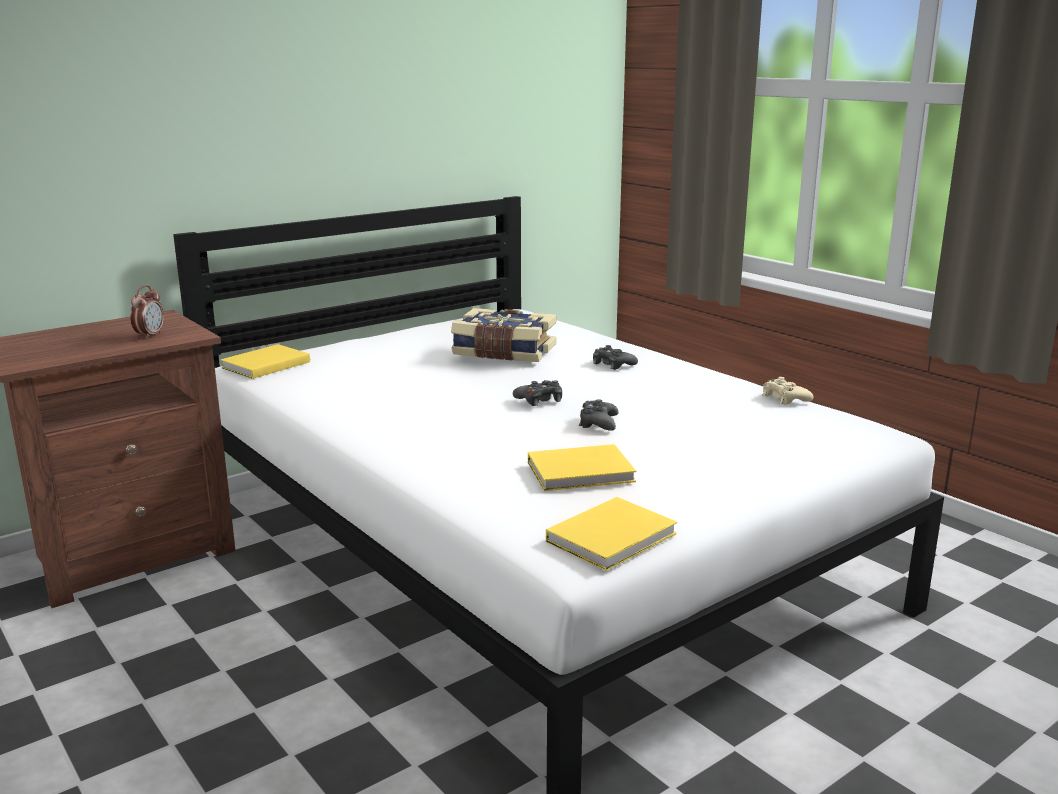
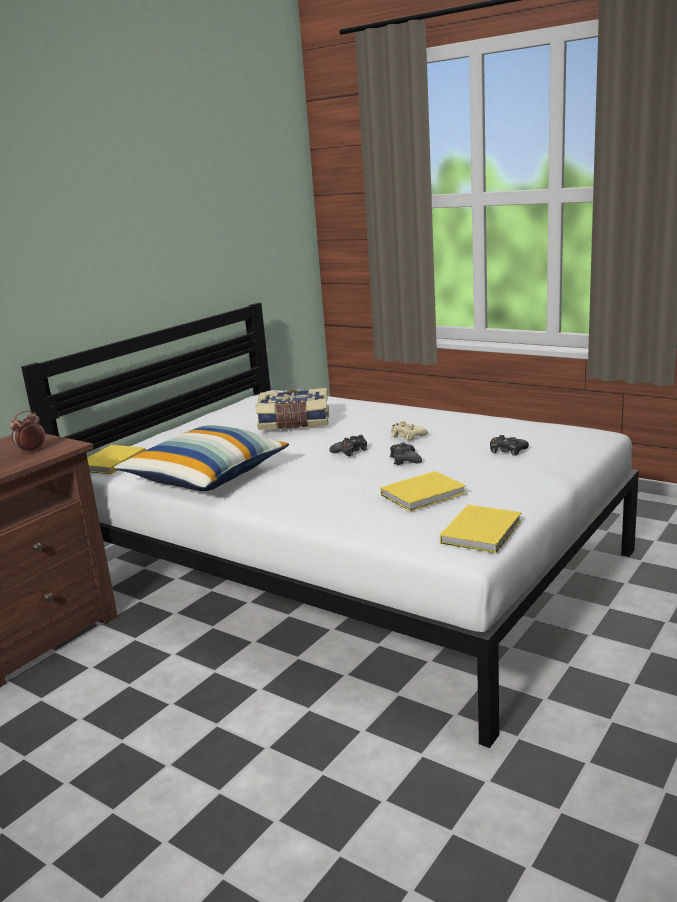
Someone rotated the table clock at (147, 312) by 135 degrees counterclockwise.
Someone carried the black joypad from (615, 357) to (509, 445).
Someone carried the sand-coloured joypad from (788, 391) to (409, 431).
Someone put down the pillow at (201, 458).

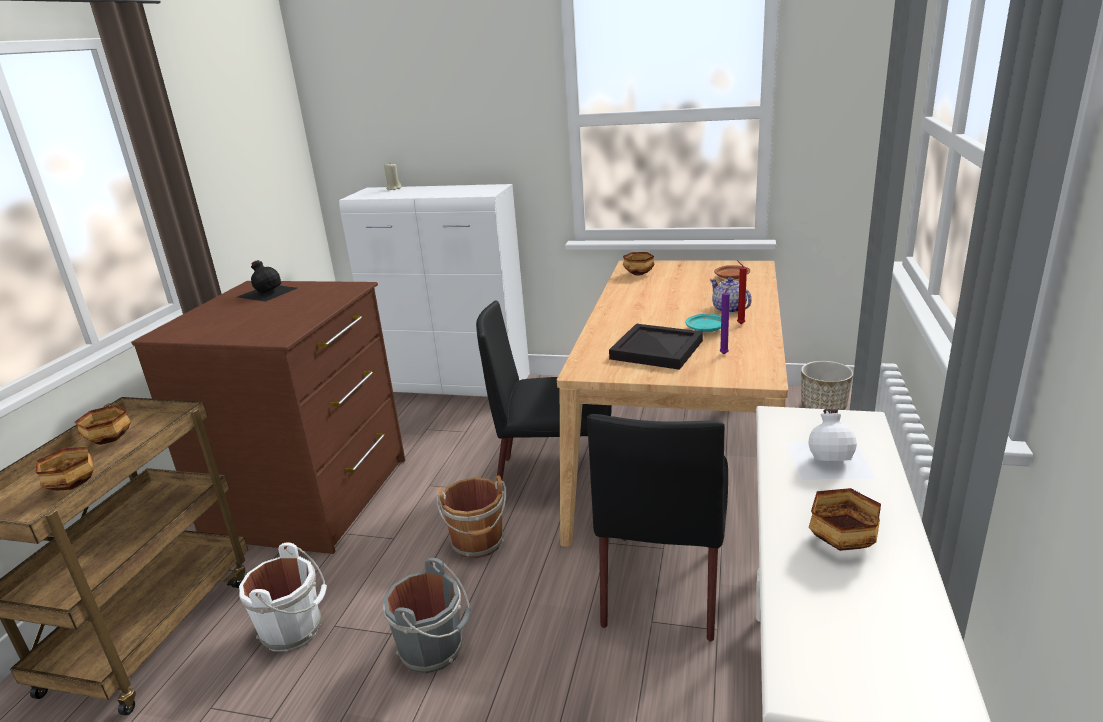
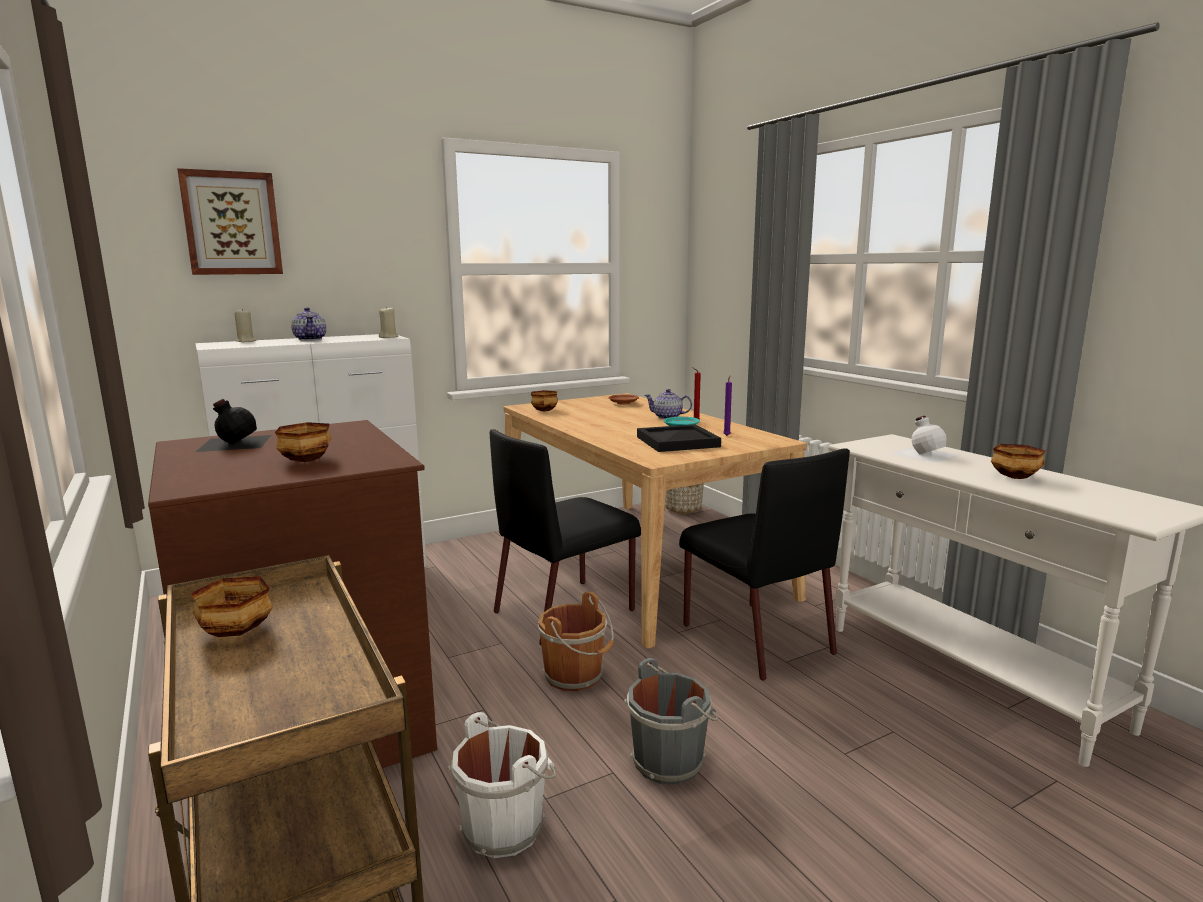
Someone carried the deep dish from (65, 468) to (303, 442).
Someone put up the picture at (230, 221).
Someone put down the pot for tea at (308, 323).
Someone put down the sand-coloured candle at (388, 322).

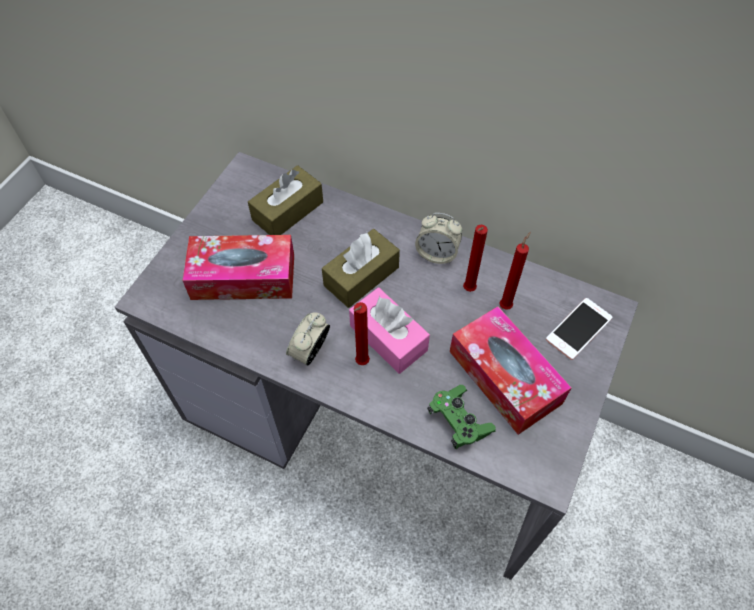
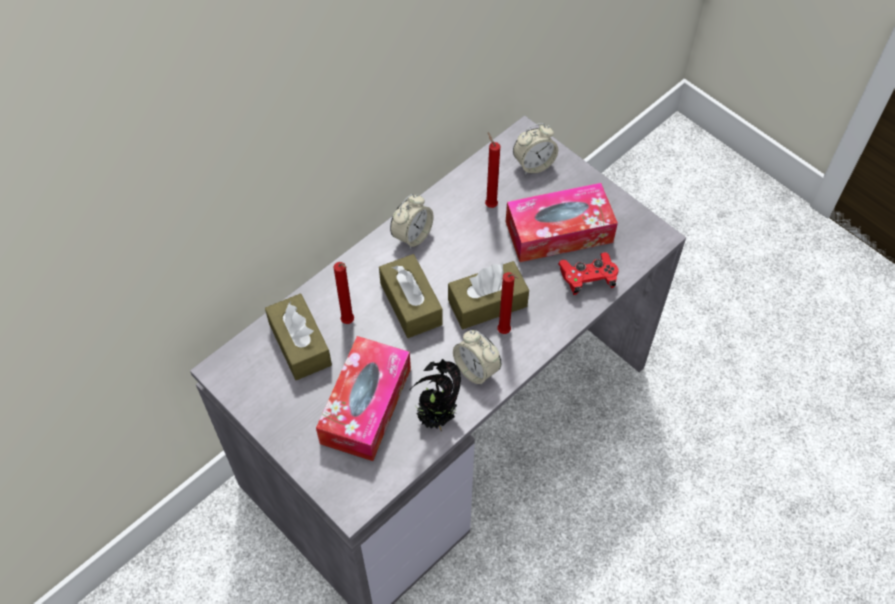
Someone repainted the pink-coloured tissue box at (389, 330), which became the brown-coloured tissue box at (488, 295).
Someone repainted the green joypad at (461, 417), which became the red-coloured joypad at (588, 273).
Someone carried the red-coloured candle from (475, 258) to (344, 293).
Someone swapped the phone at (579, 329) for the table clock at (535, 148).
Someone put down the houseplant at (435, 395).

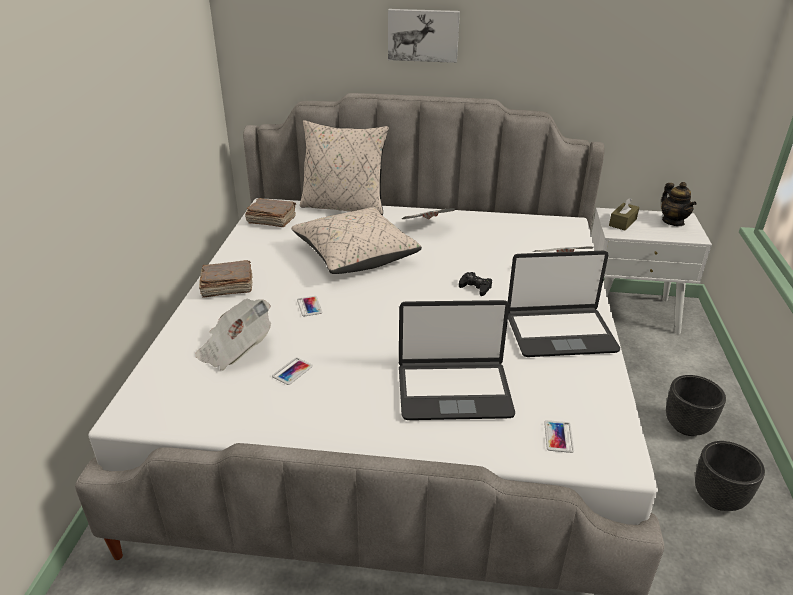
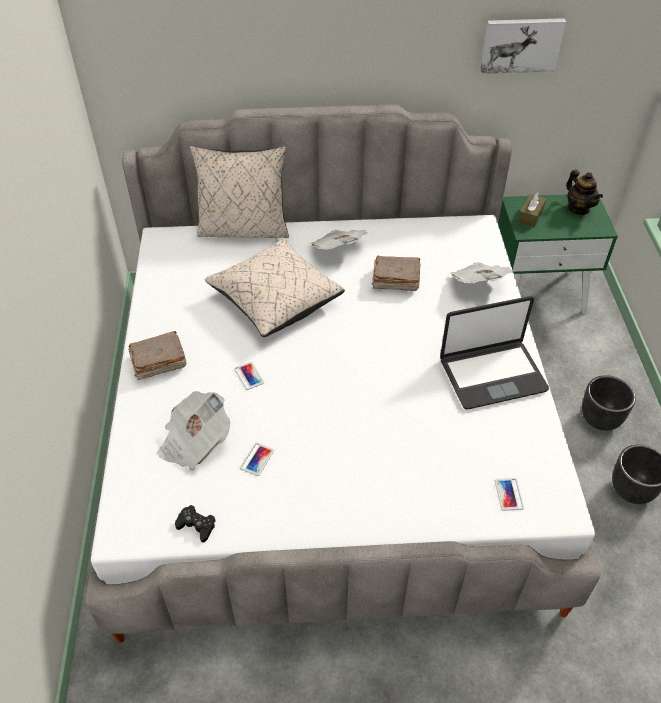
Someone carried the brown-coloured volume from (270, 212) to (396, 273).
Someone carried the picture from (424, 36) to (523, 46).
Someone took away the laptop at (457, 360).
Someone carried the black joypad from (475, 284) to (195, 523).
Someone repainted the white-coloured night table at (651, 271), which became the green night table at (558, 254).

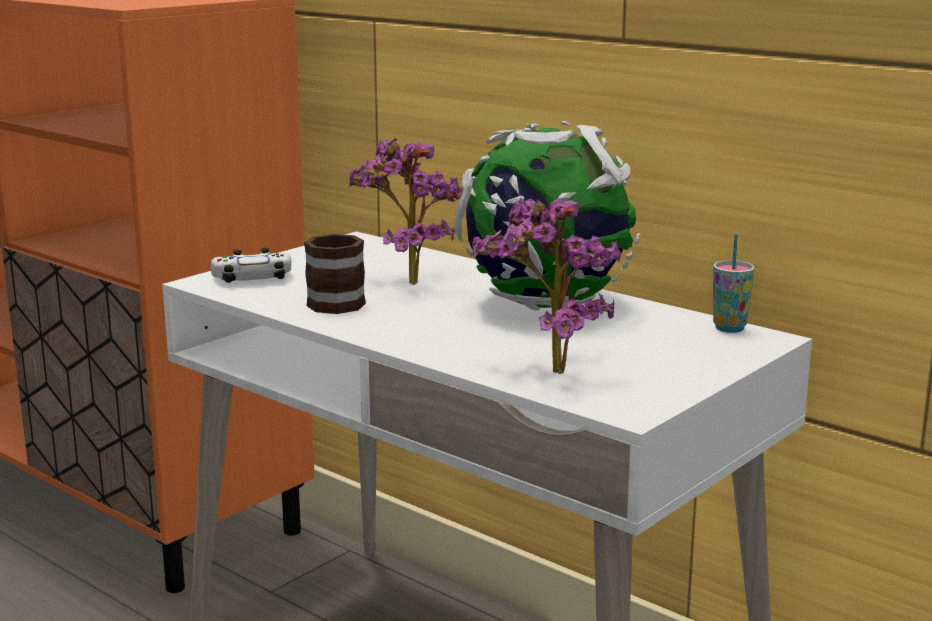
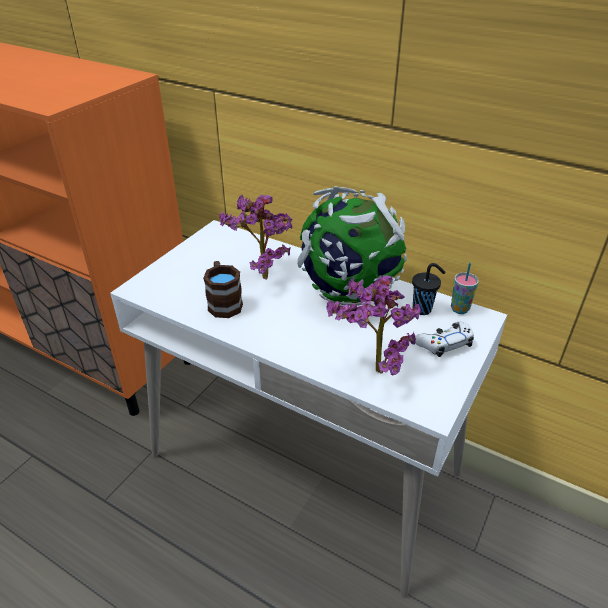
Someone carried the white-coloured joypad from (251, 265) to (444, 339).
Someone put down the black small cup at (429, 289).

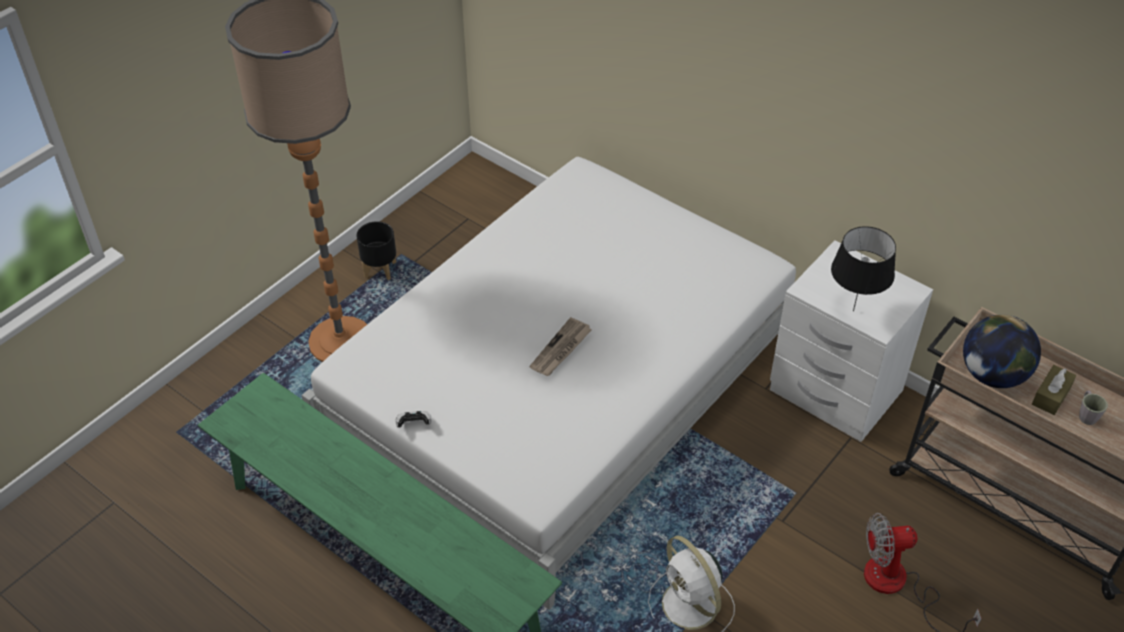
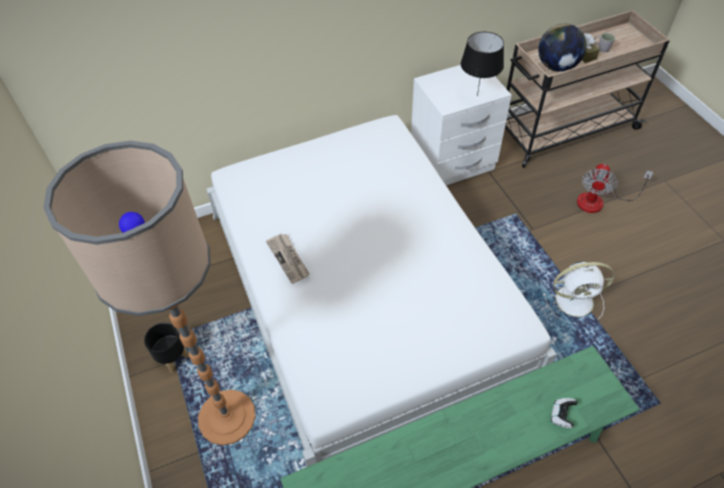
Someone carried the joypad from (413, 419) to (564, 413).
Someone carried the daily paper from (560, 346) to (288, 259).

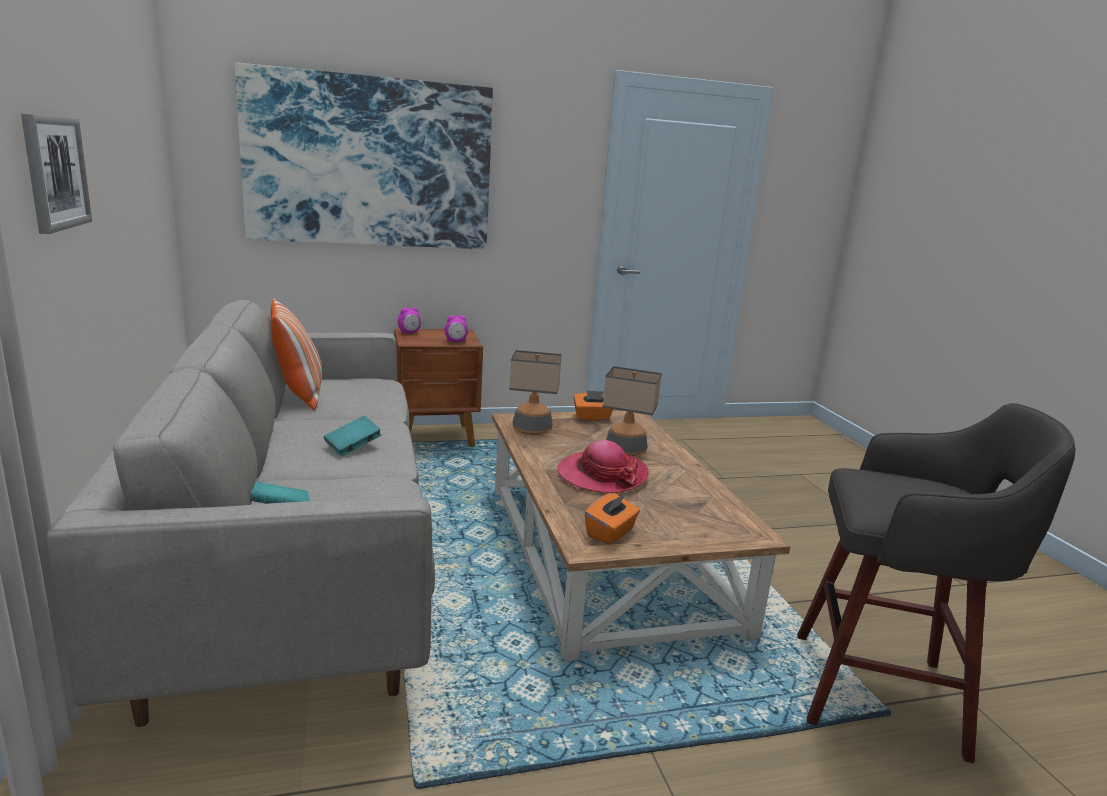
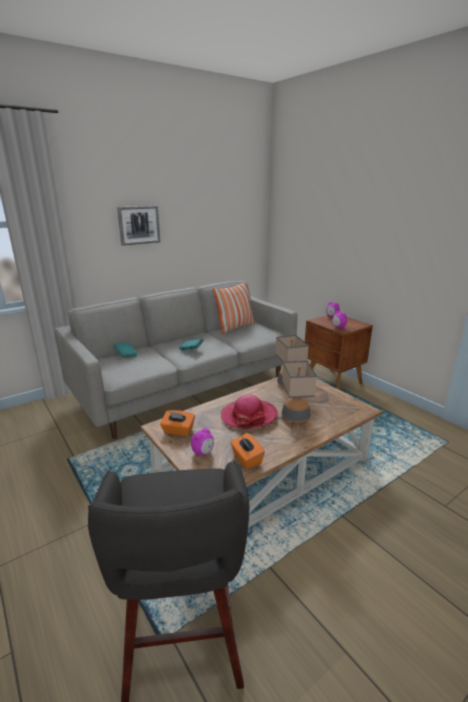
Someone took away the picture at (364, 155).
Someone carried the orange tissue box from (594, 405) to (247, 451).
Someone put down the table clock at (202, 442).

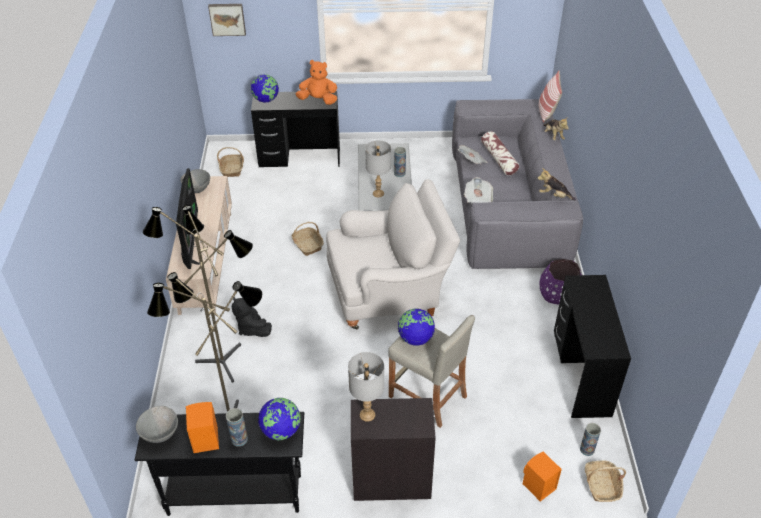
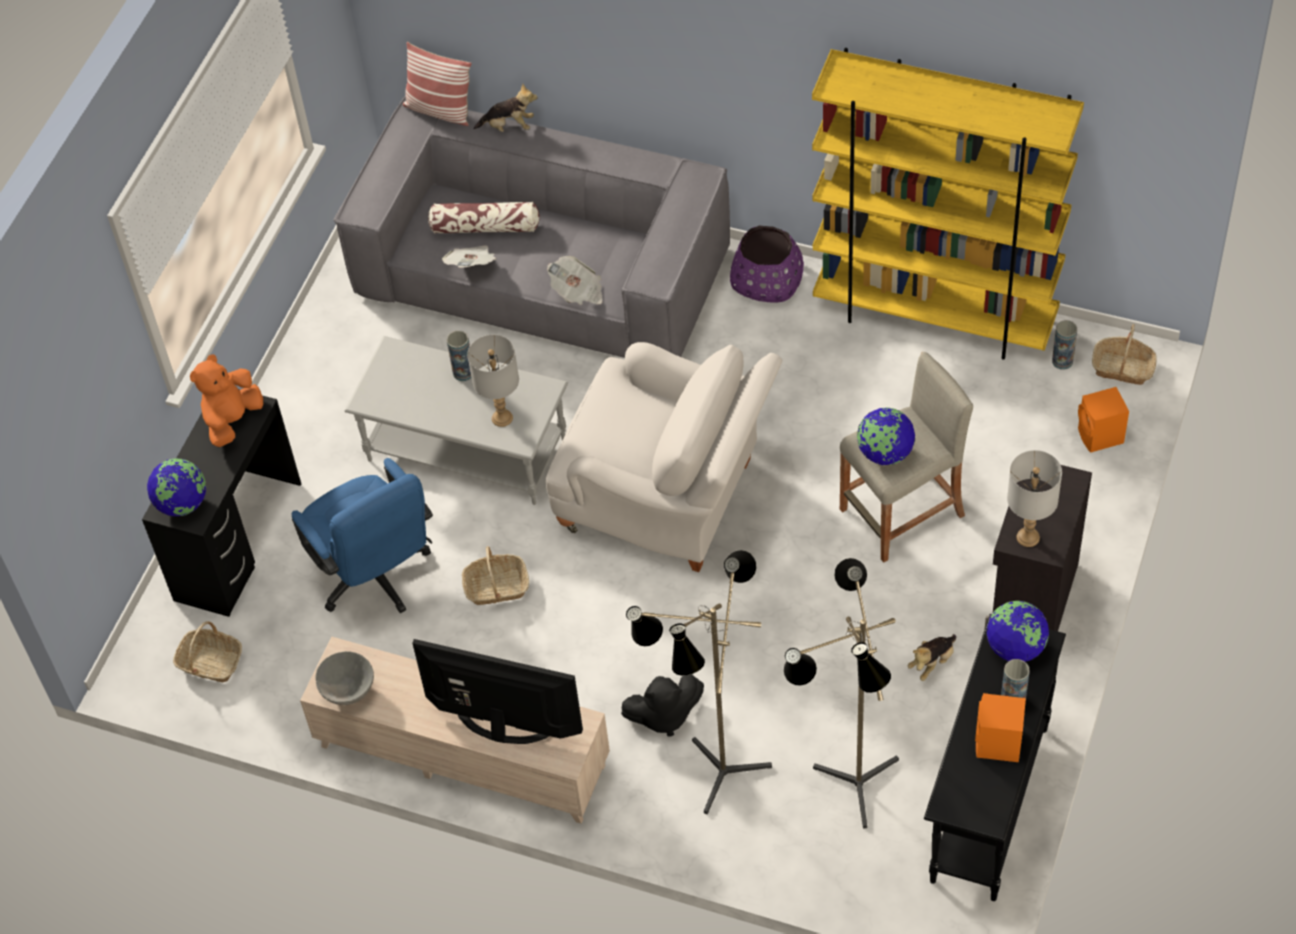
Someone took away the gray deep dish at (157, 424).
Someone took away the picture at (227, 20).
Someone rotated the white-coloured lounge chair at (393, 254) by 105 degrees clockwise.
Someone carried the soft toy from (556, 184) to (932, 657).
Someone swapped the black desk at (592, 346) for the yellow bookshelf at (948, 204).
Someone put down the bluish computer chair at (362, 535).

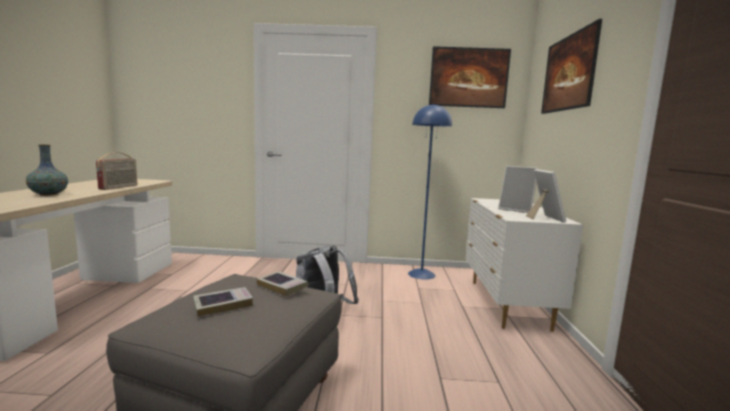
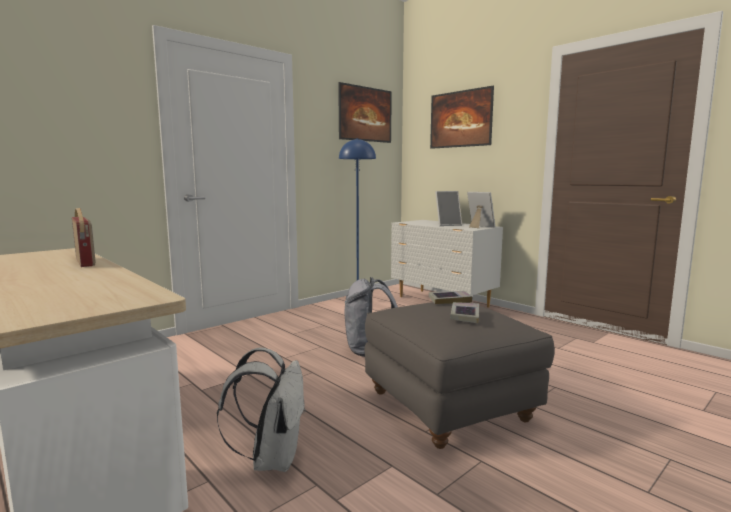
Someone took away the vase at (47, 170).
Someone put down the white-coloured rucksack at (261, 409).

